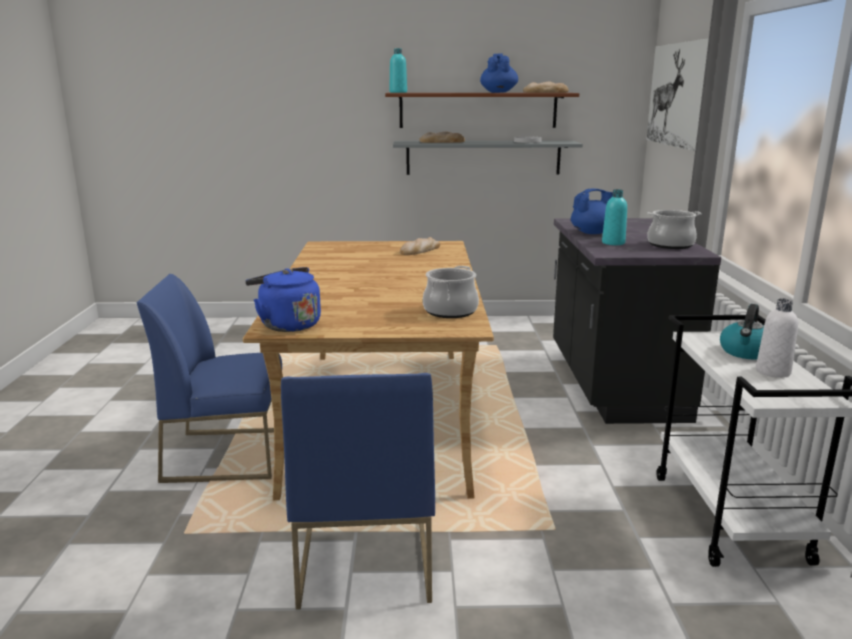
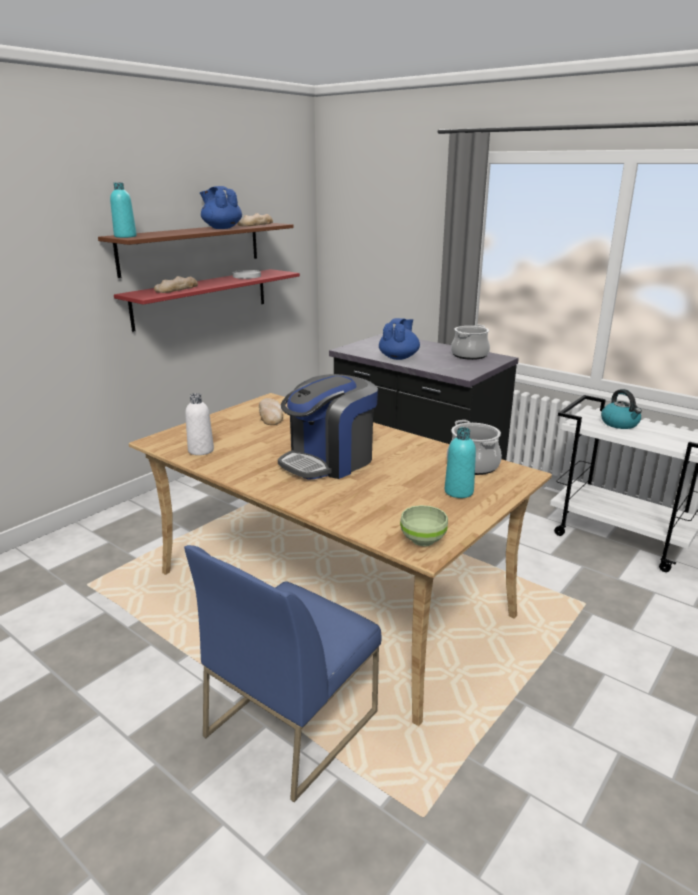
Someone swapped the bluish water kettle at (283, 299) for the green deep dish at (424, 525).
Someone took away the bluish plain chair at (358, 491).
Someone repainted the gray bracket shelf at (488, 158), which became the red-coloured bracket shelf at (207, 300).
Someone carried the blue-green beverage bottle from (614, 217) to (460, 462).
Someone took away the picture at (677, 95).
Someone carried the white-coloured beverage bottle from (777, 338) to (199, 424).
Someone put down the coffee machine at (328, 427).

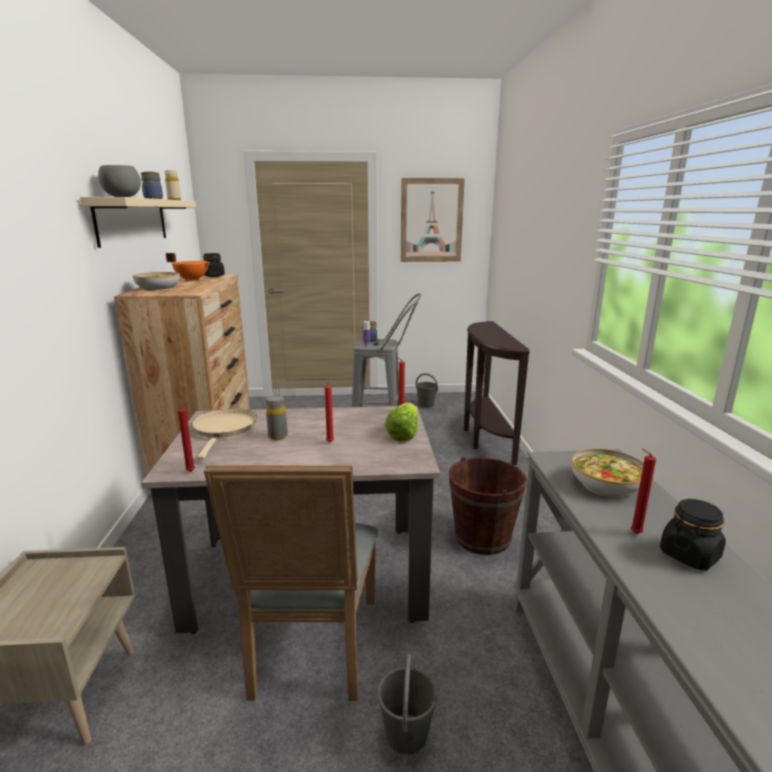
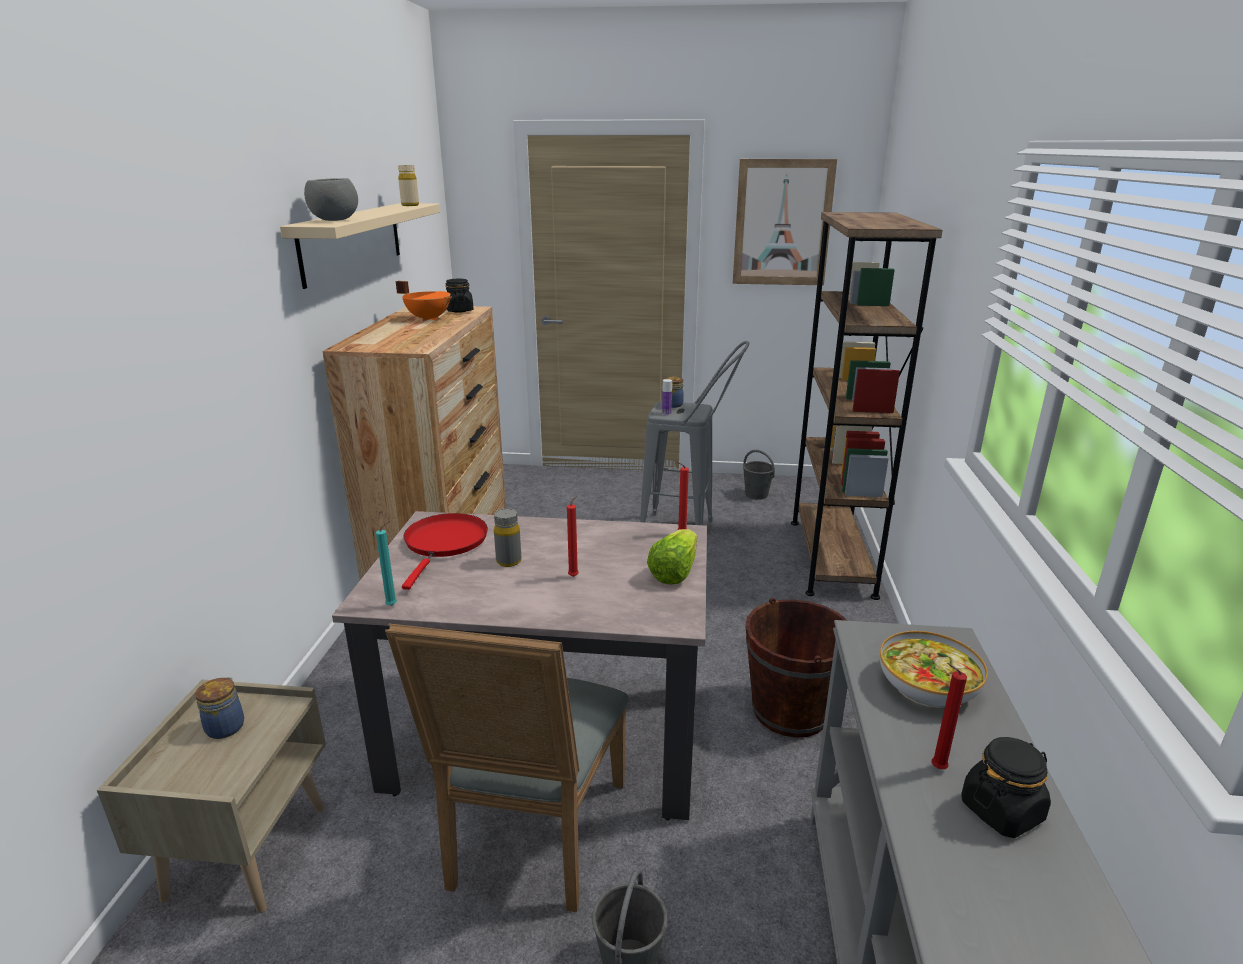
Someone took away the deep dish at (156, 281).
Someone carried the storage jar from (152, 185) to (219, 708).
Someone repainted the red-coloured candle at (186, 436), which became the blue-green candle at (386, 563).
Someone repainted the sand-coloured frying pan at (224, 433), which became the red-coloured frying pan at (445, 551).
Someone swapped the brown-coloured narrow table at (497, 393) for the brown-coloured bookshelf at (867, 406).

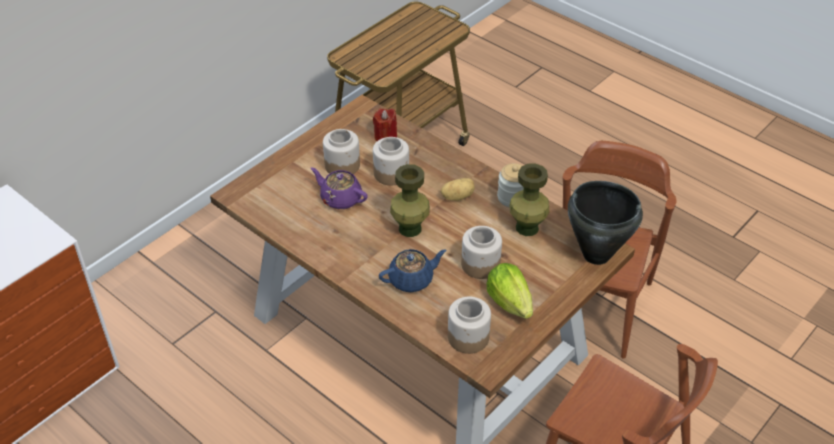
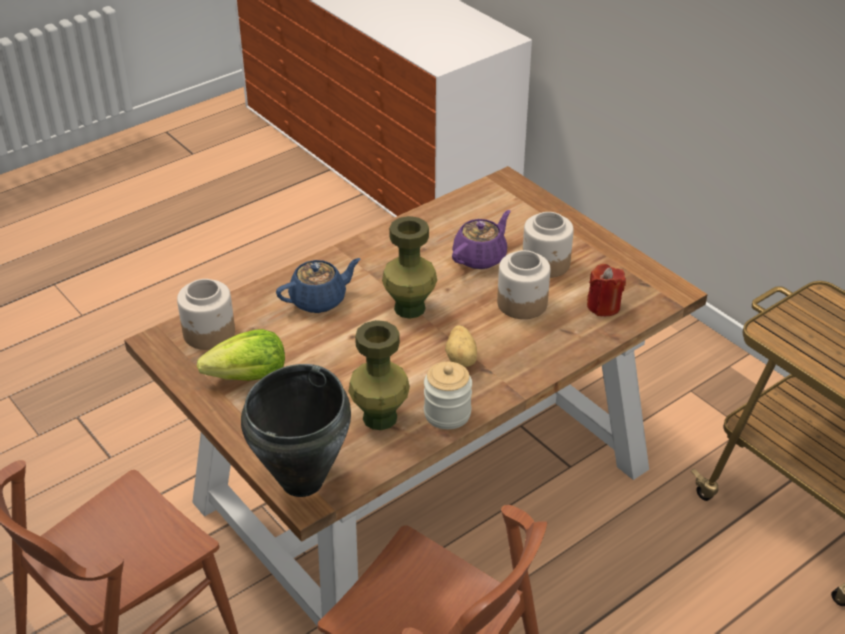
Someone rotated the bluish pot for tea at (412, 270) by 105 degrees counterclockwise.
Someone took away the storage jar at (481, 252).

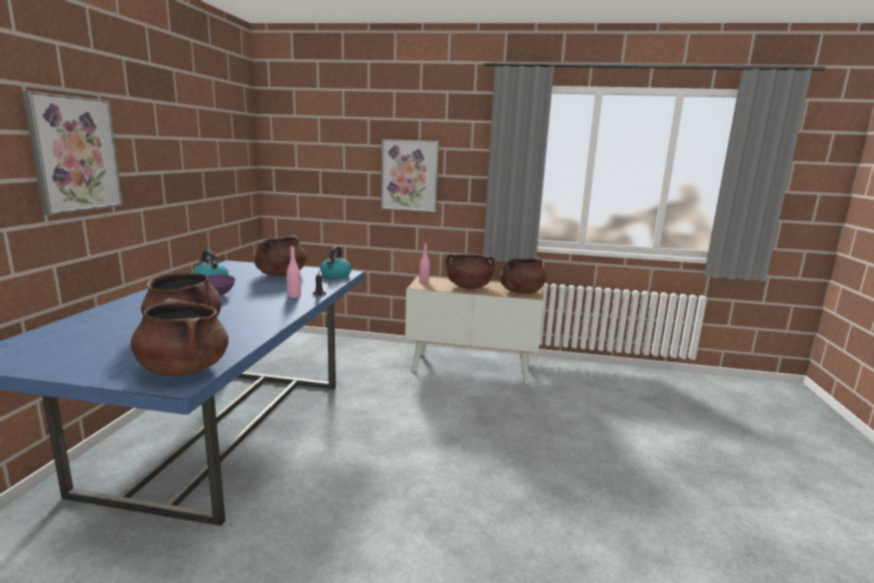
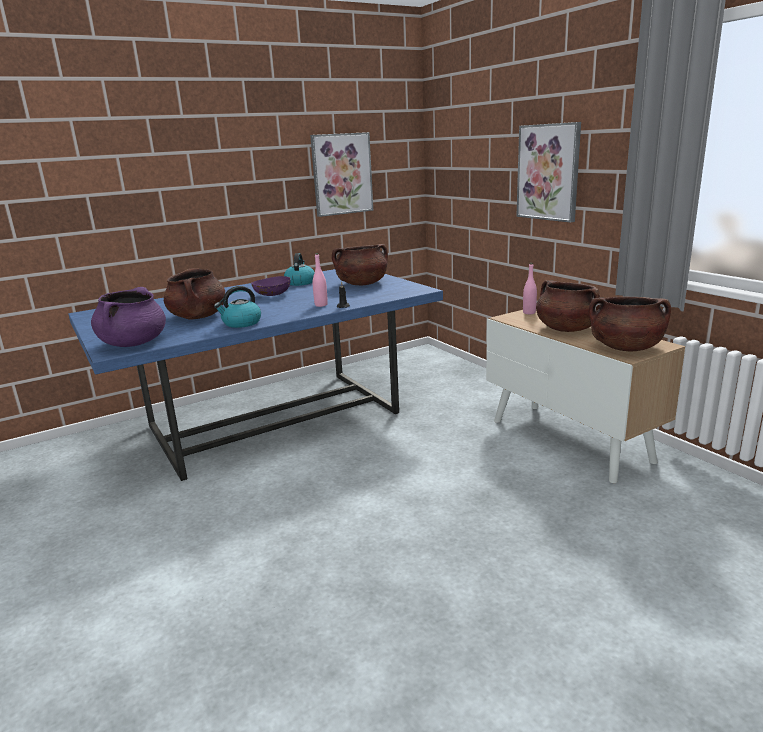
Someone carried the picture from (72, 153) to (341, 174).
Someone repainted the brown-coloured saucepot at (180, 337), which became the purple saucepot at (128, 317).
Someone carried the water kettle from (336, 262) to (237, 307).

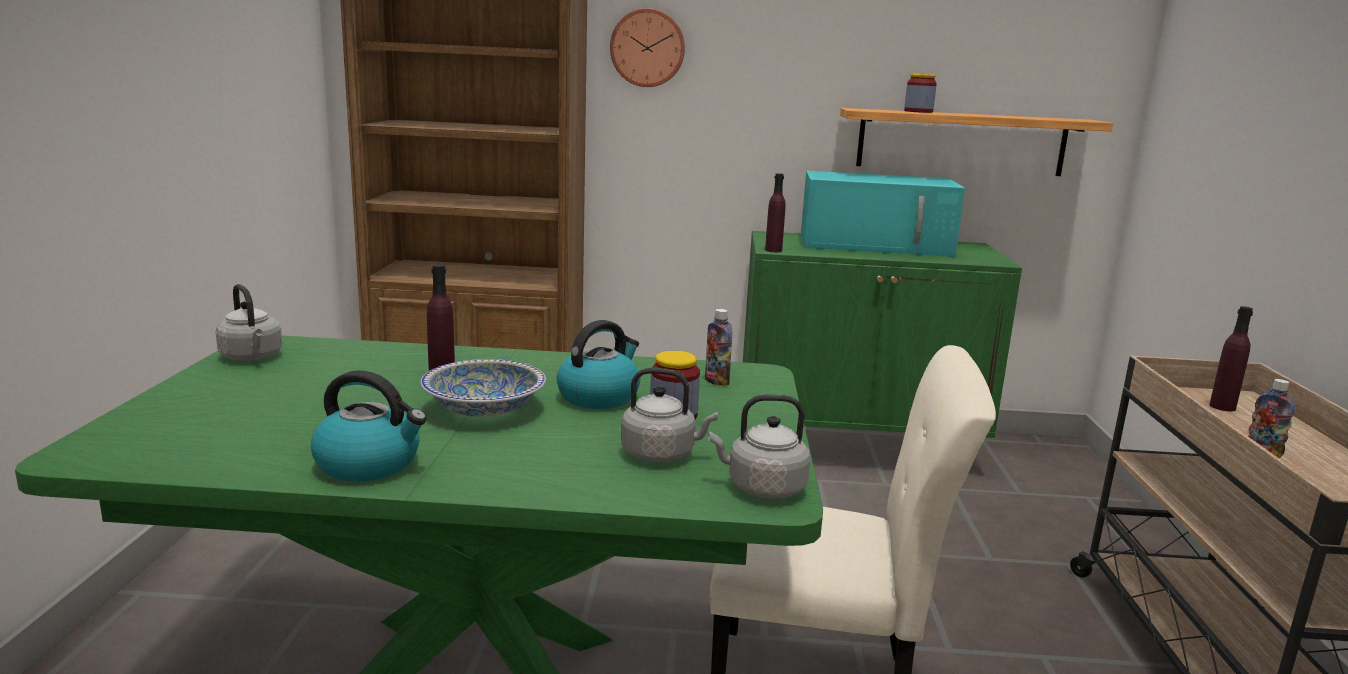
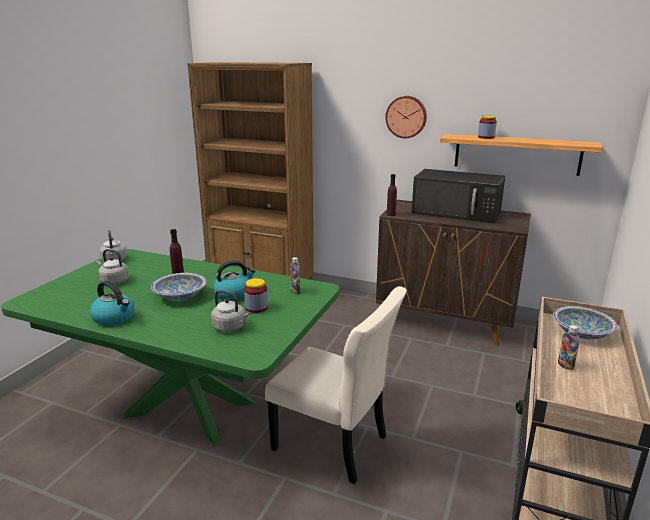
Someone carried the clock on the wall from (647, 47) to (406, 117).
Someone carried the gray water kettle from (759, 446) to (112, 267).
Someone repainted the green cabinet at (882, 334), which became the brown-coloured cabinet at (453, 273).
Someone repainted the blue-green kitchen microwave at (883, 214), which became the black kitchen microwave at (458, 196).
Someone swapped the purple beverage bottle at (1231, 358) for the deep dish at (585, 323).

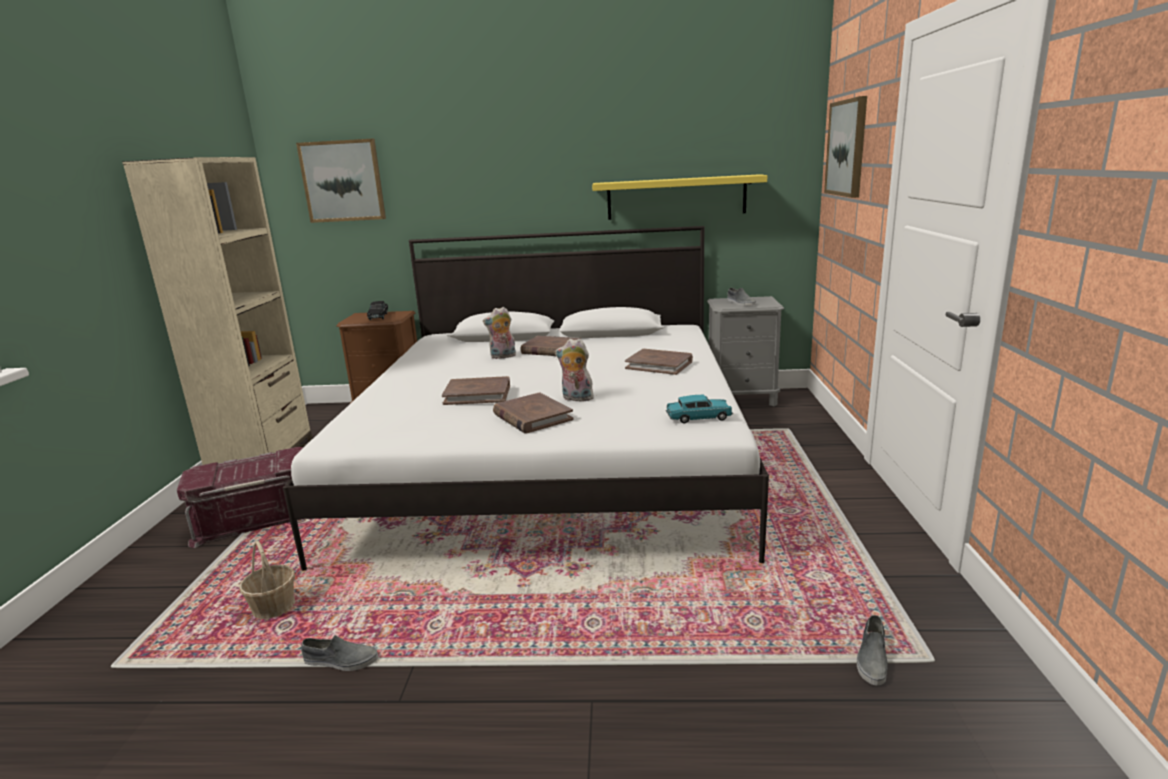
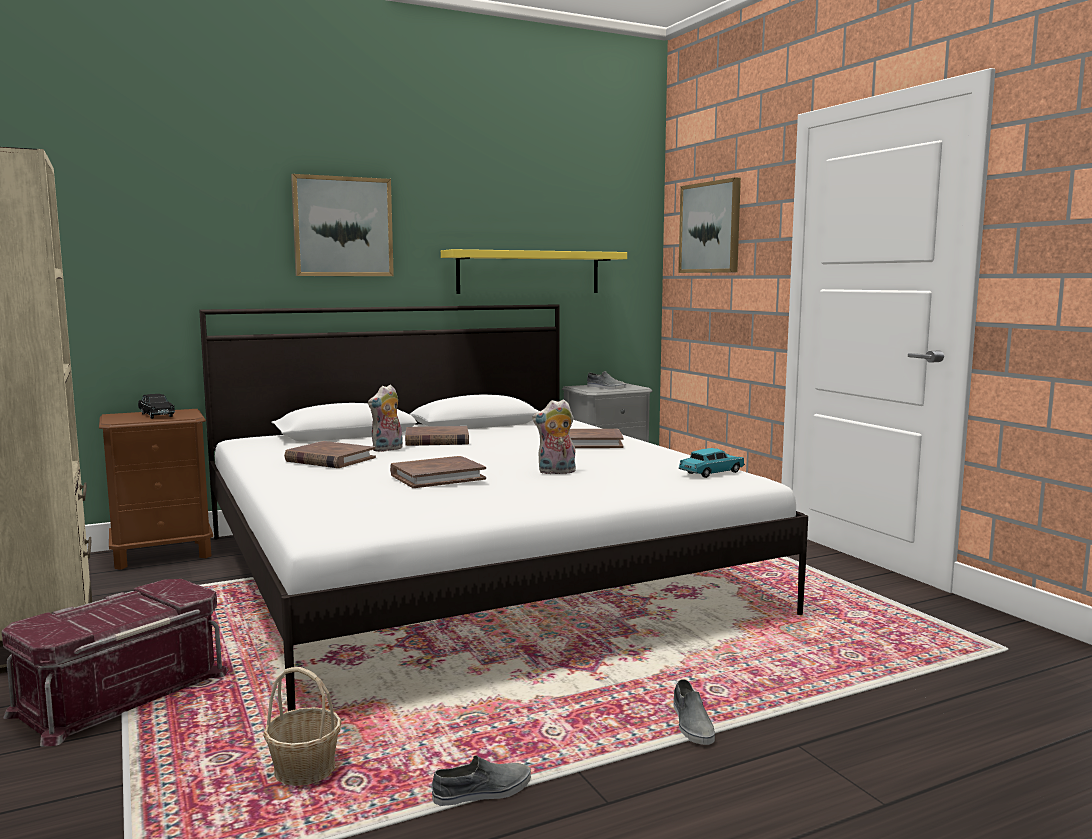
Someone carried the picture from (341, 181) to (342, 225).
Someone carried the brown-coloured volume from (533, 413) to (330, 454).
Someone carried the gray low shoe from (872, 650) to (694, 712).

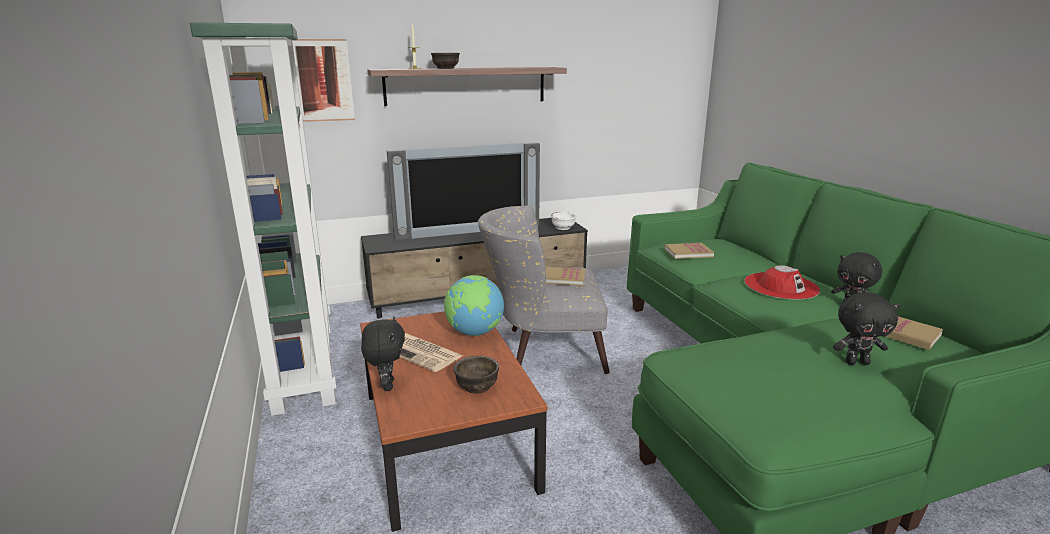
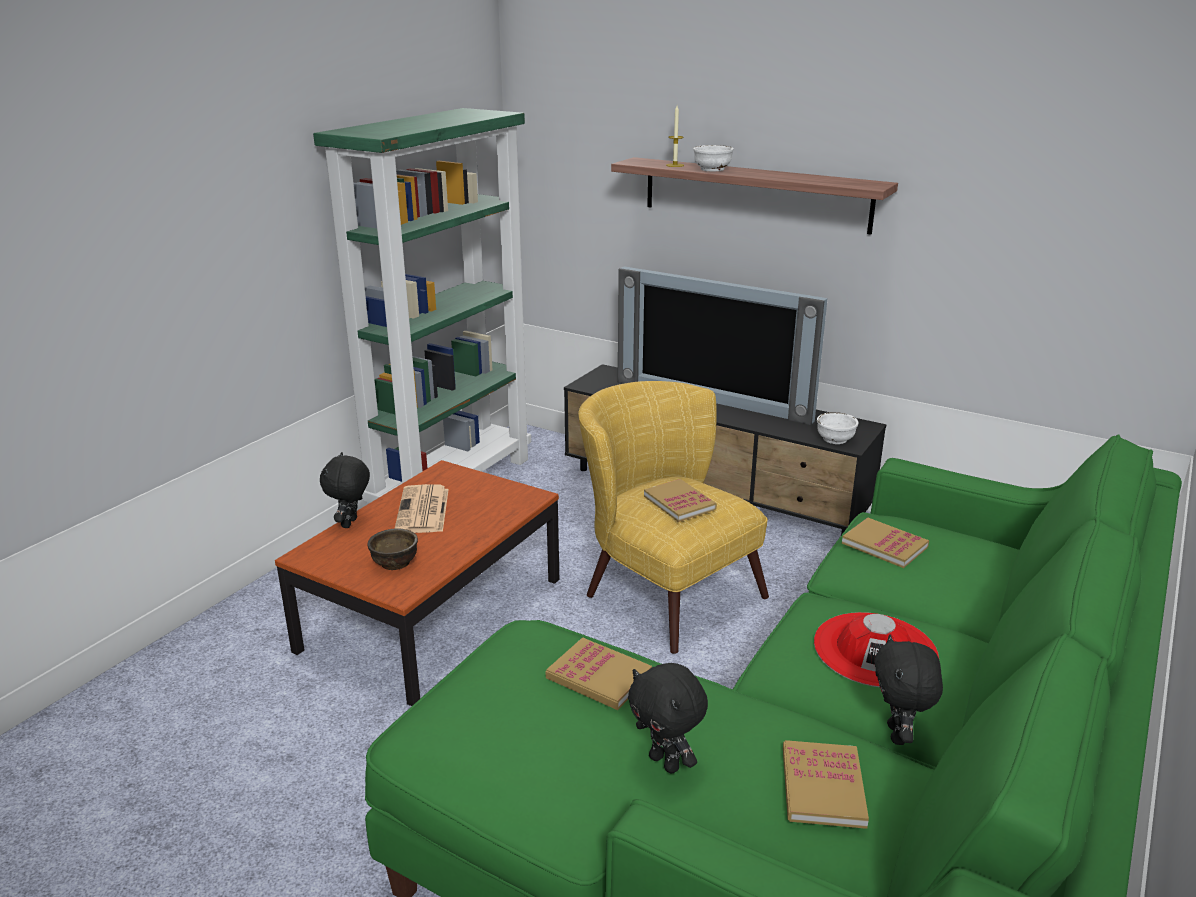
Someone took away the picture at (323, 80).
Someone rotated the black soft toy at (383, 354) by 150 degrees clockwise.
Someone repainted the brown-coloured deep dish at (445, 61), which became the white-coloured deep dish at (713, 158).
Someone took away the desk globe at (474, 305).
Someone repainted the gray lounge chair at (544, 290), which became the yellow lounge chair at (673, 517).
Someone put down the volume at (599, 673).

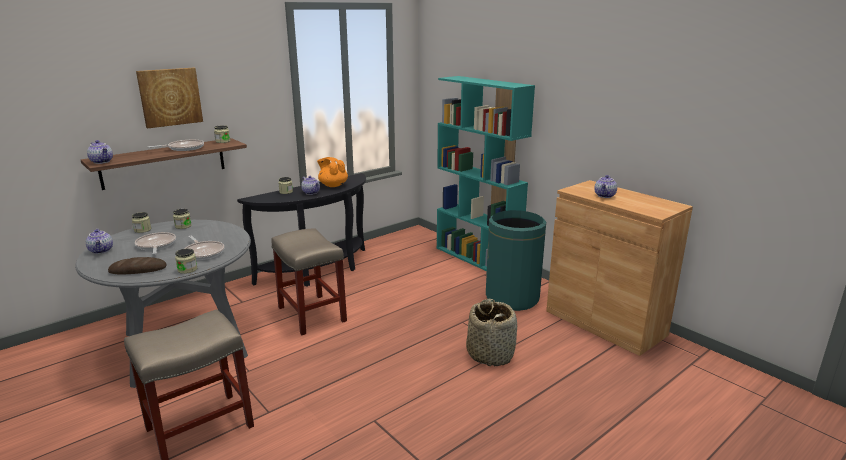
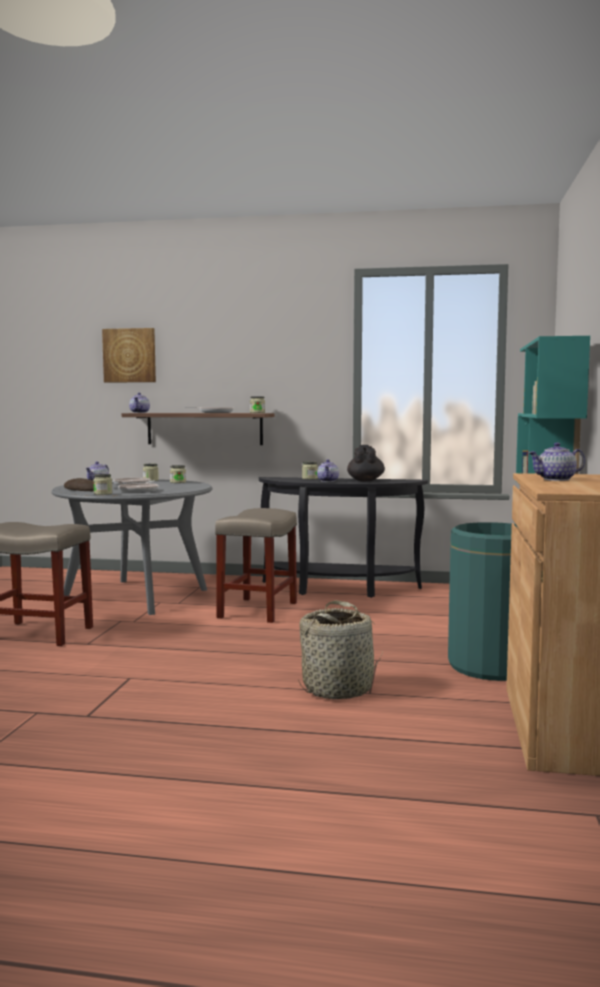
Someone carried the picture from (169, 98) to (129, 355).
Someone repainted the orange pot for tea at (332, 172), which became the black pot for tea at (366, 463).

